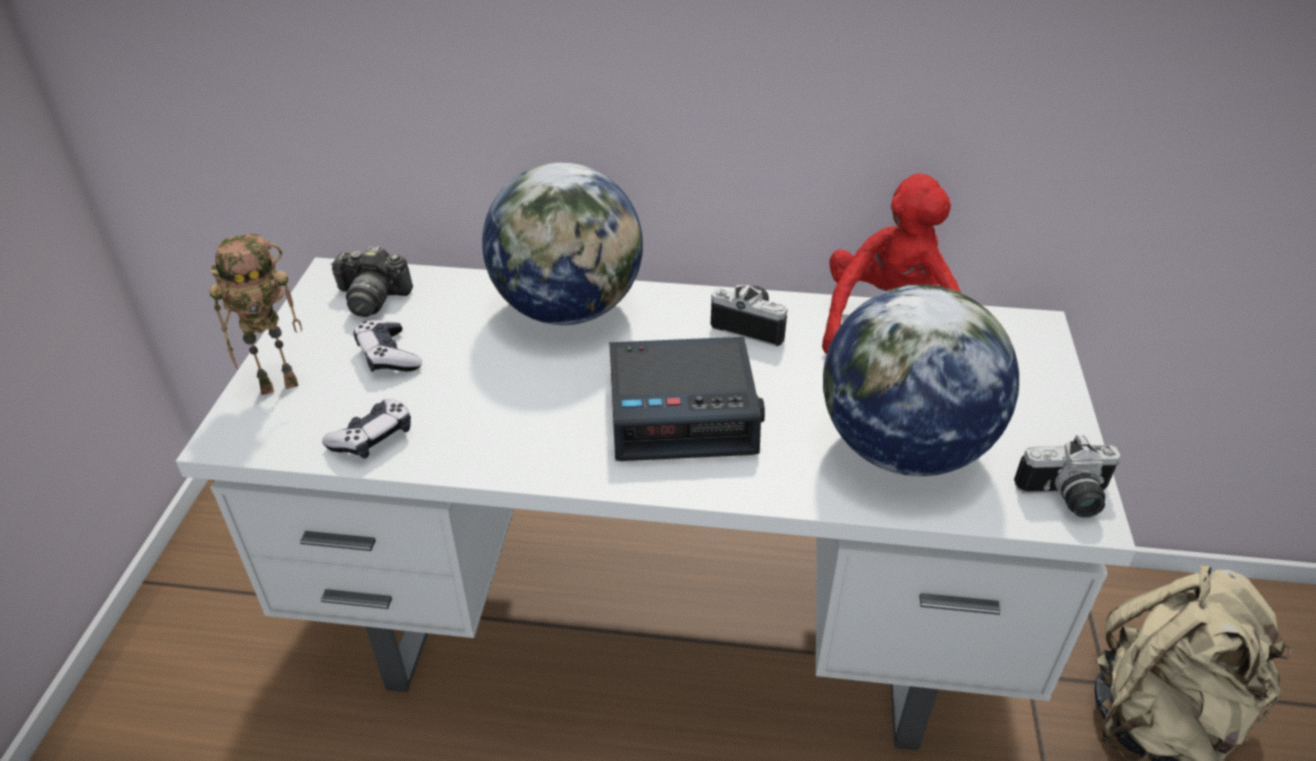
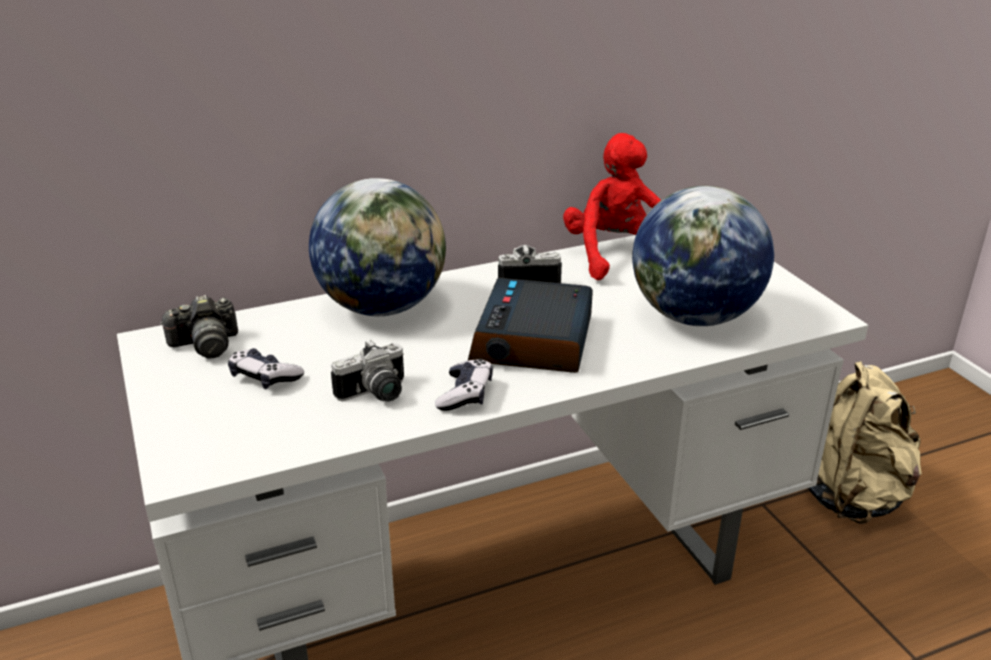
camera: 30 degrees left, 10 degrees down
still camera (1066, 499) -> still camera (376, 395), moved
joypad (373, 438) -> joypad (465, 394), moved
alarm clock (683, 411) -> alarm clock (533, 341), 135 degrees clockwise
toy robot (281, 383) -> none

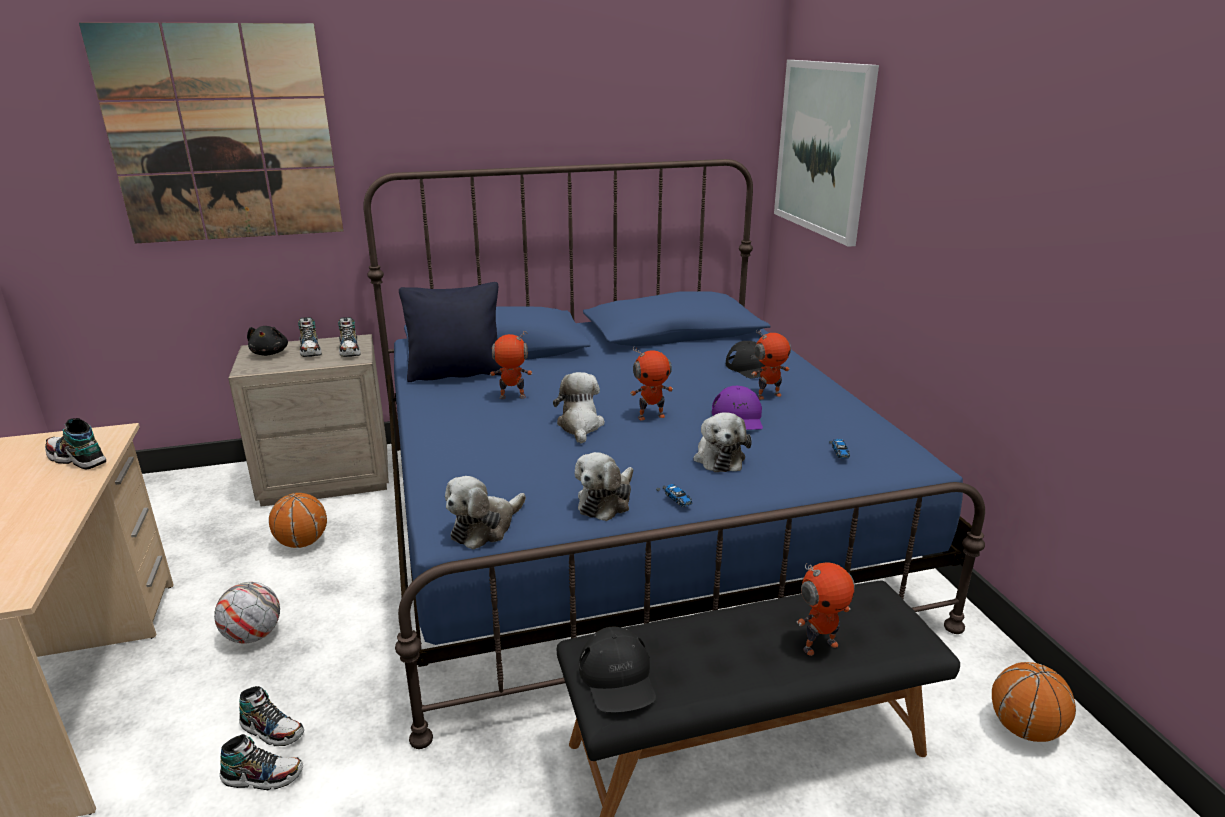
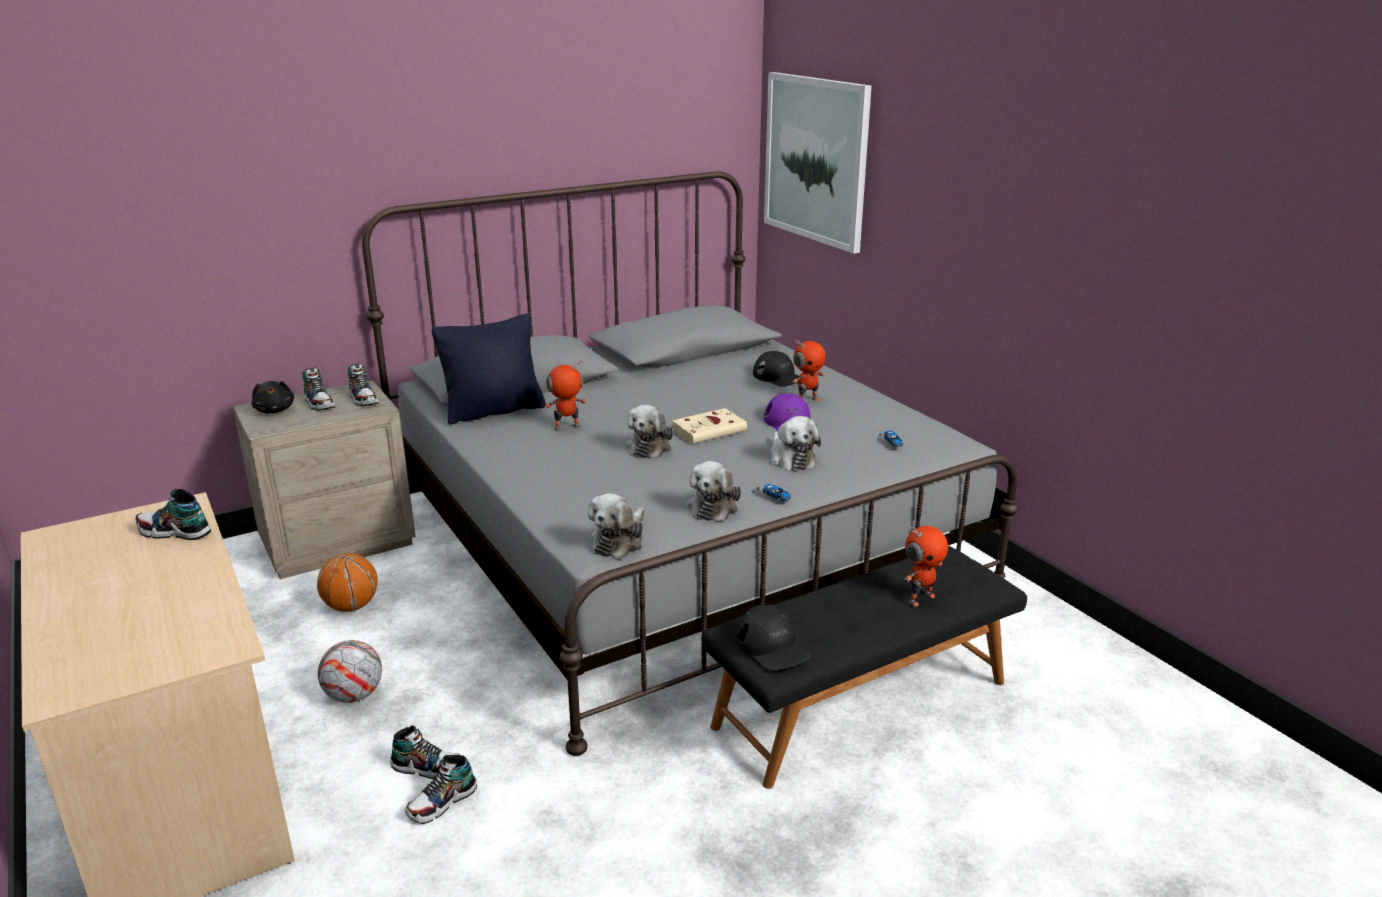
camera: 15 degrees left, 0 degrees up
blue bedroom bed (625, 523) -> gray bedroom bed (676, 542)
item of footwear (263, 776) -> item of footwear (442, 803), 150 degrees clockwise
cuddly toy (580, 426) -> cuddly toy (650, 446), 150 degrees counterclockwise
toy robot (651, 416) -> beige-coloured book (711, 430)
wall art (222, 135) -> none
basketball (1024, 729) -> none

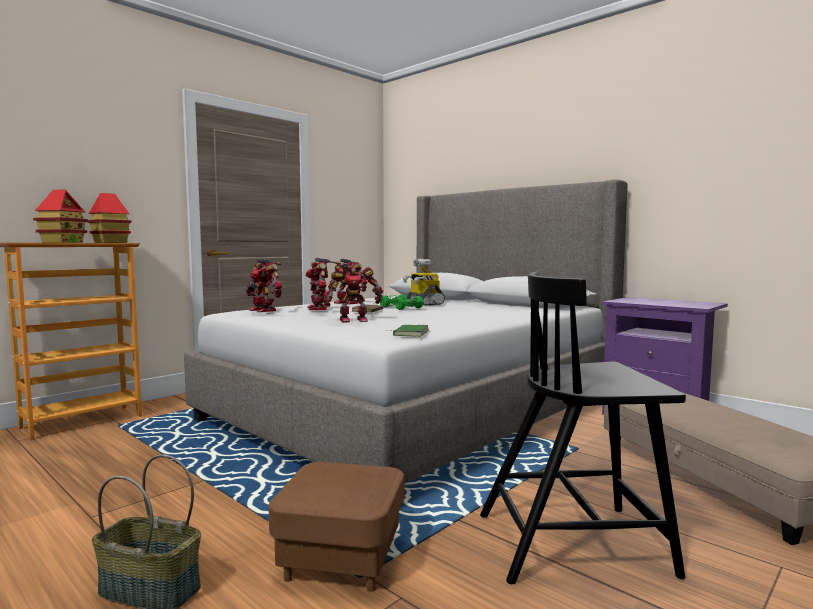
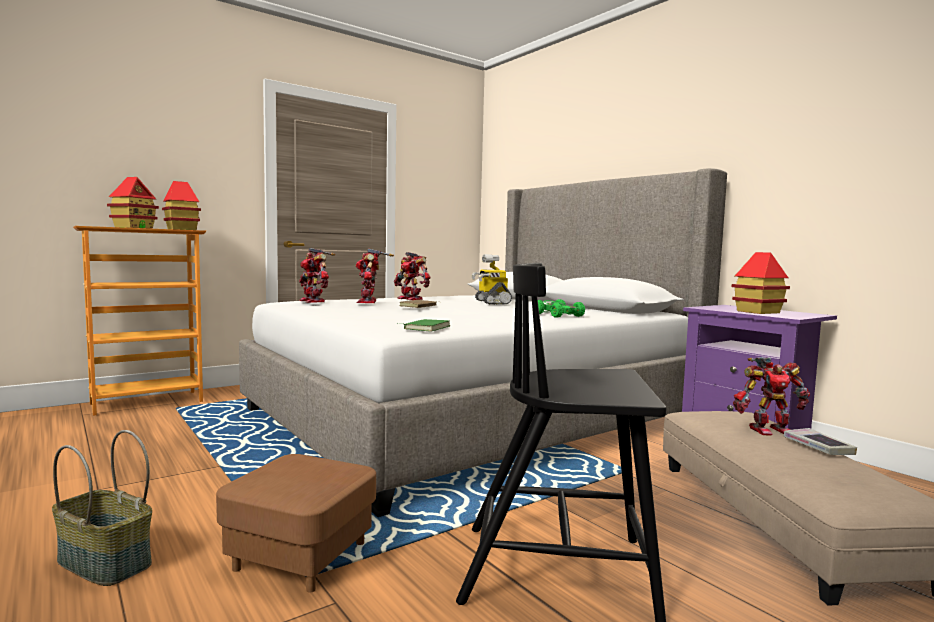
camera: 10 degrees right, 0 degrees up
green miniature car (400, 307) -> green miniature car (557, 315), moved
none -> model house (758, 312)
toy robot (353, 320) -> toy robot (768, 430), moved
none -> book (818, 447)

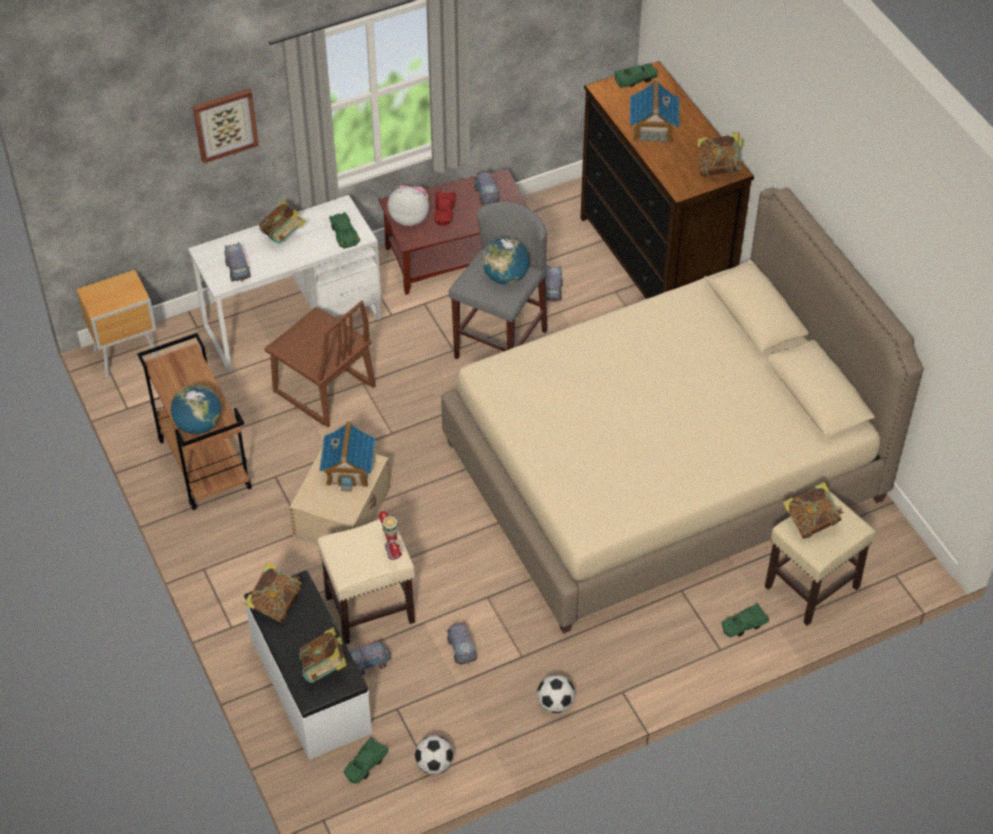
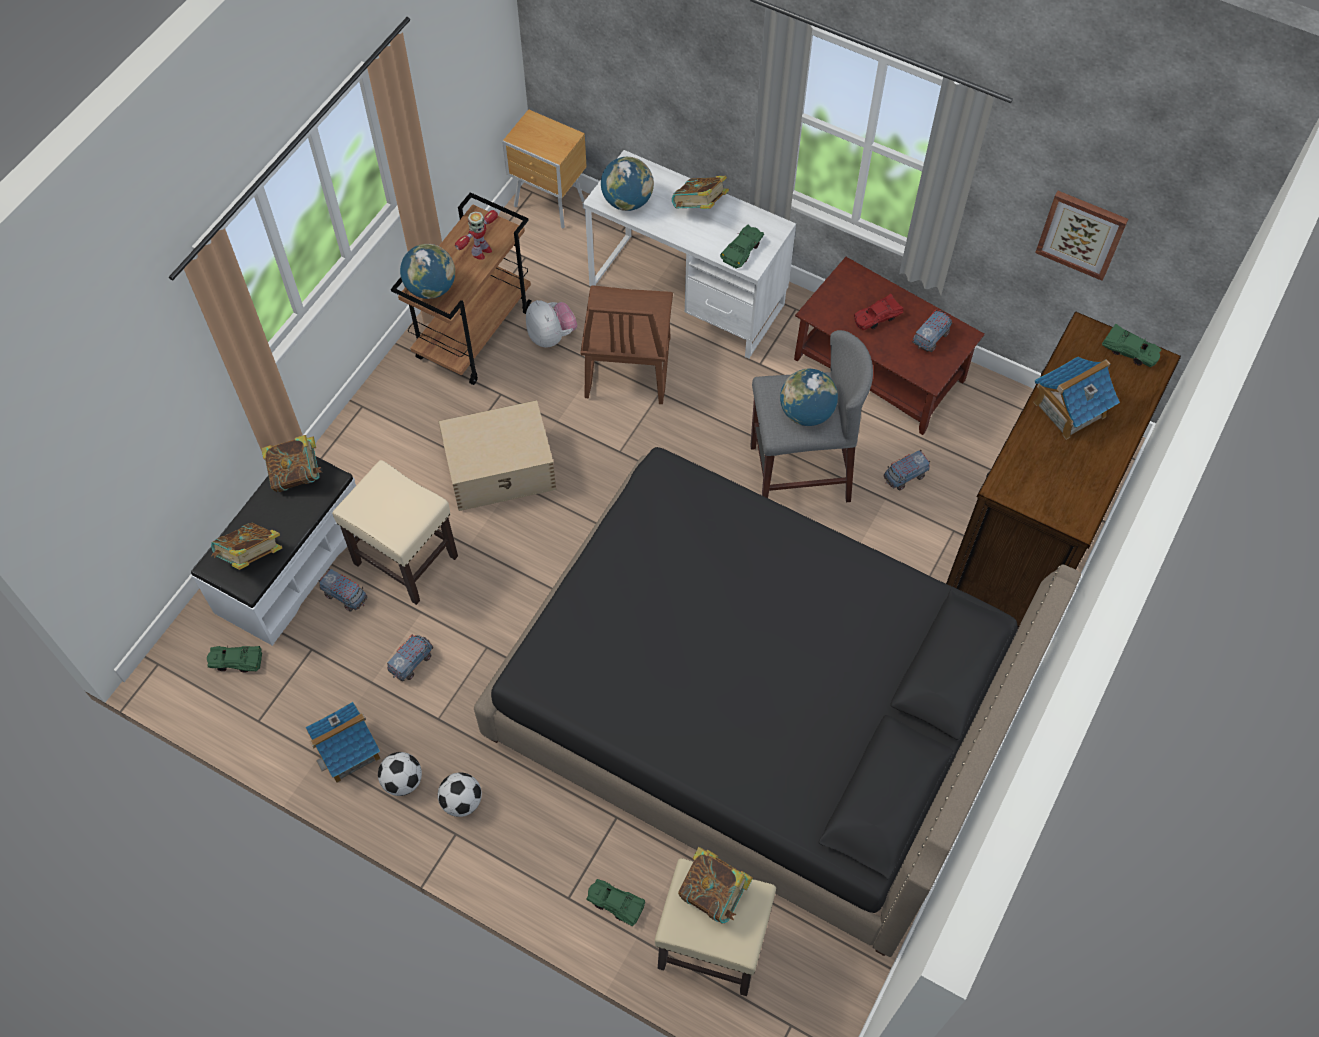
camera: 55 degrees right, 10 degrees up
model house (349, 469) -> model house (348, 750), moved
ball for football (434, 764) -> ball for football (462, 801), moved
toy robot (392, 552) -> toy robot (481, 251), moved
beige-coloured bedroom bed (663, 471) -> blackish bedroom bed (755, 712)
cuddly toy (410, 217) -> cuddly toy (551, 336), moved
toy truck (238, 271) -> globe (627, 201)
wall art (225, 124) -> wall art (1081, 233), moved
book (718, 168) -> none

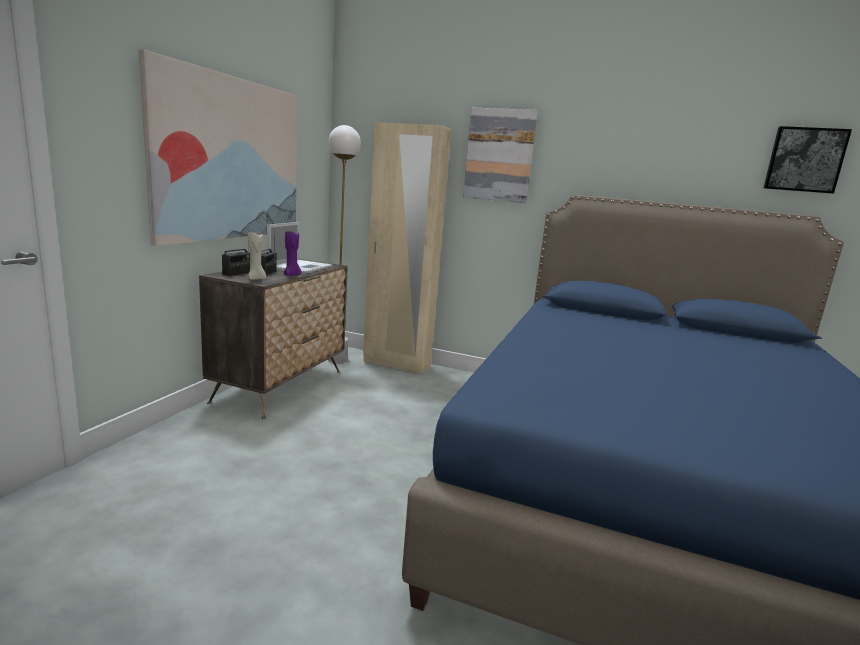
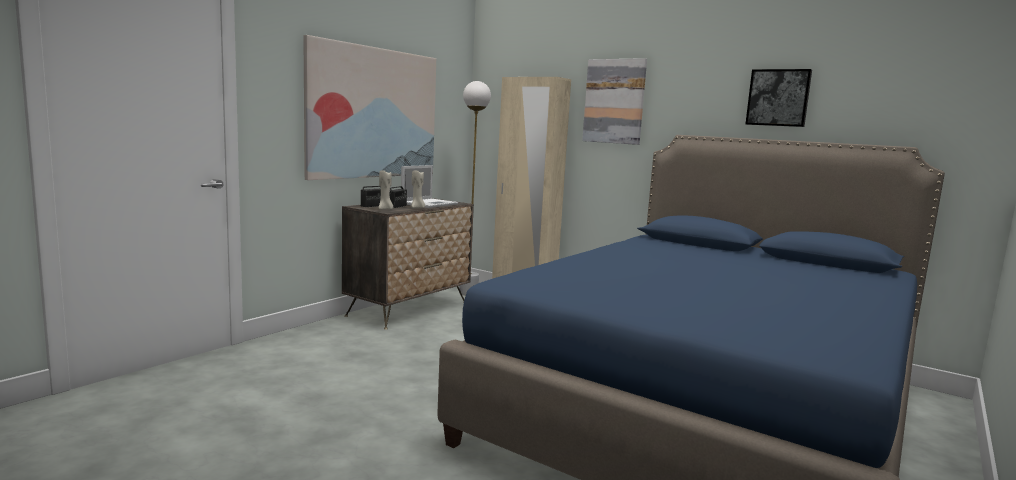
camera: 15 degrees right, 5 degrees down
purplish wax light (292, 275) -> beige-coloured wax light (417, 208)
wall art (804, 160) -> wall art (778, 98), moved

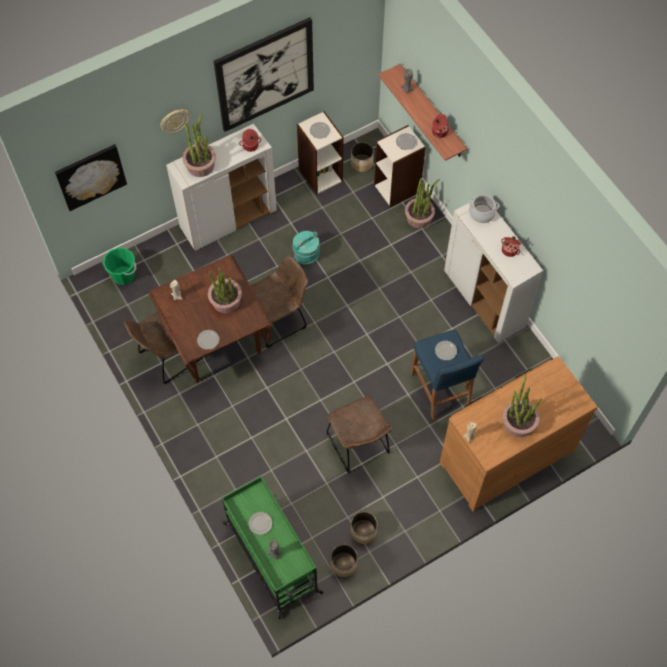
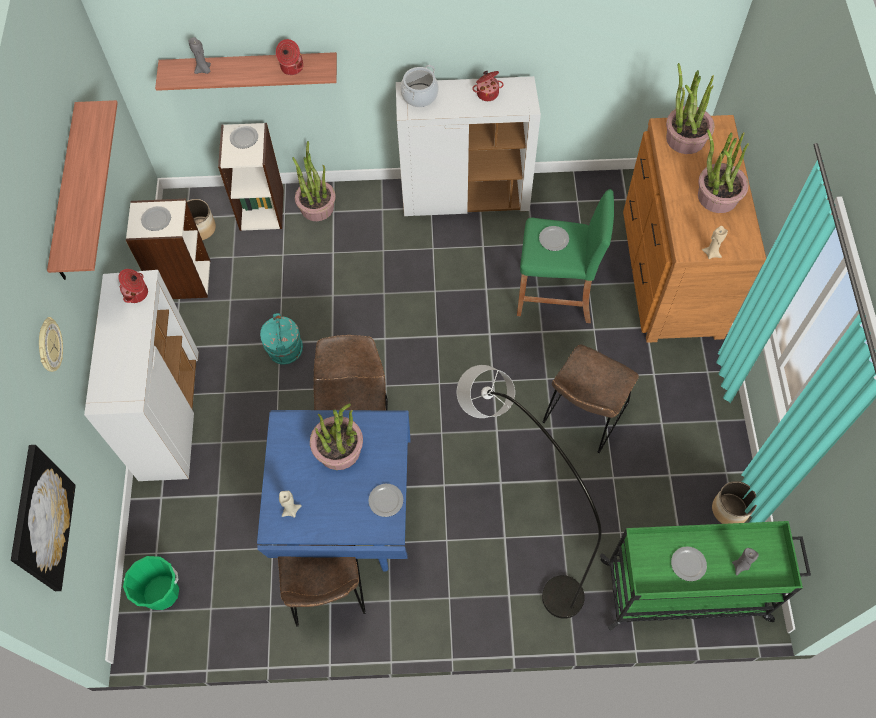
camera: 60 degrees left, 0 degrees up
wall art (265, 74) -> shelf (68, 194)
brown-coloured dinner table (217, 346) -> blue dinner table (348, 518)
none -> gray floor lamp (515, 534)
blue stool seat (440, 390) -> green stool seat (555, 296)
brown-coloured plain chair (359, 446) -> brown-coloured plain chair (583, 417), 120 degrees clockwise
houseplant (200, 165) -> houseplant (685, 138), moved
planter (363, 531) -> none

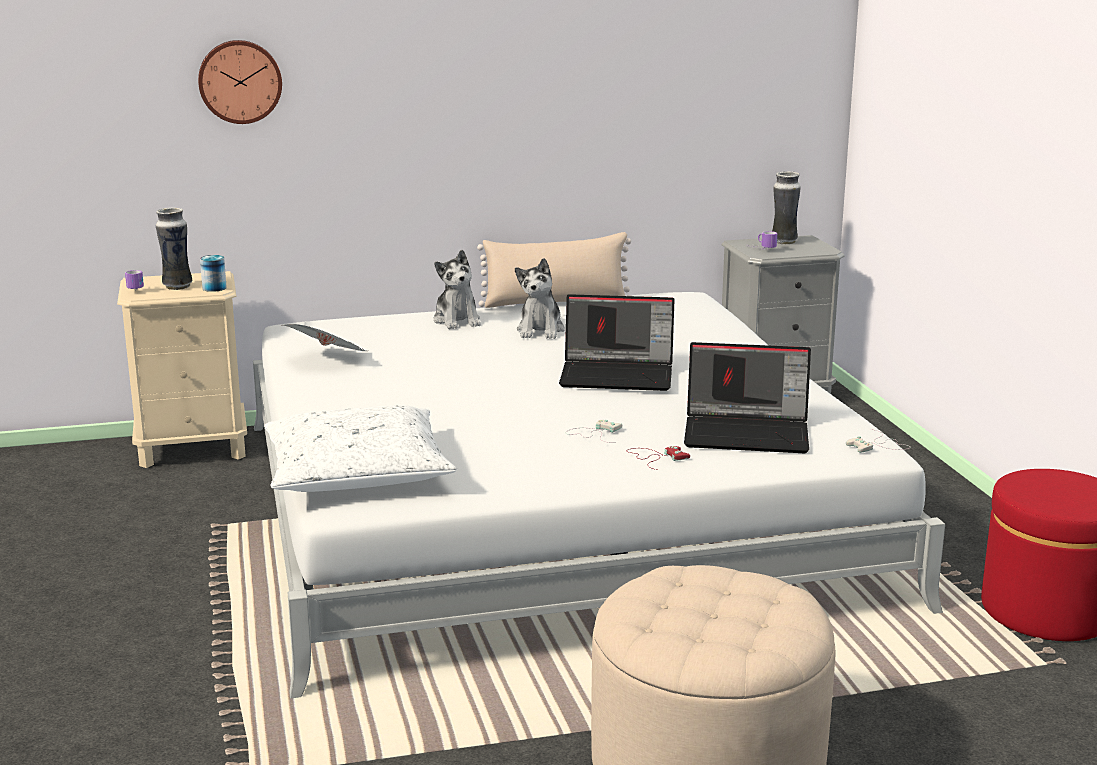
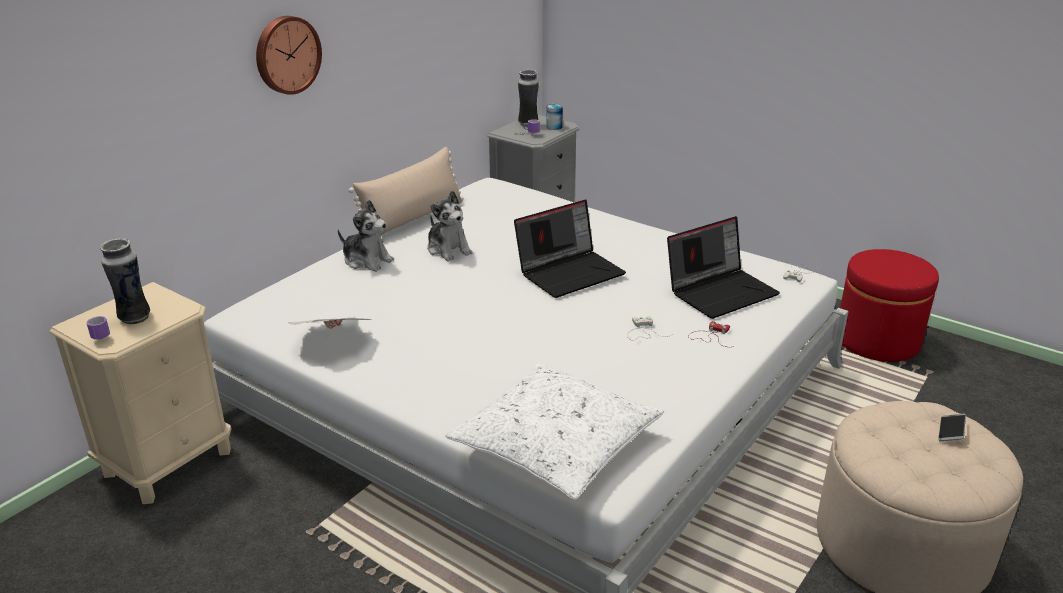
camera: 40 degrees left, 10 degrees up
wall clock (240, 81) -> wall clock (286, 54), moved
sealed can (214, 288) -> sealed can (554, 127), moved
none -> phone (950, 431)

